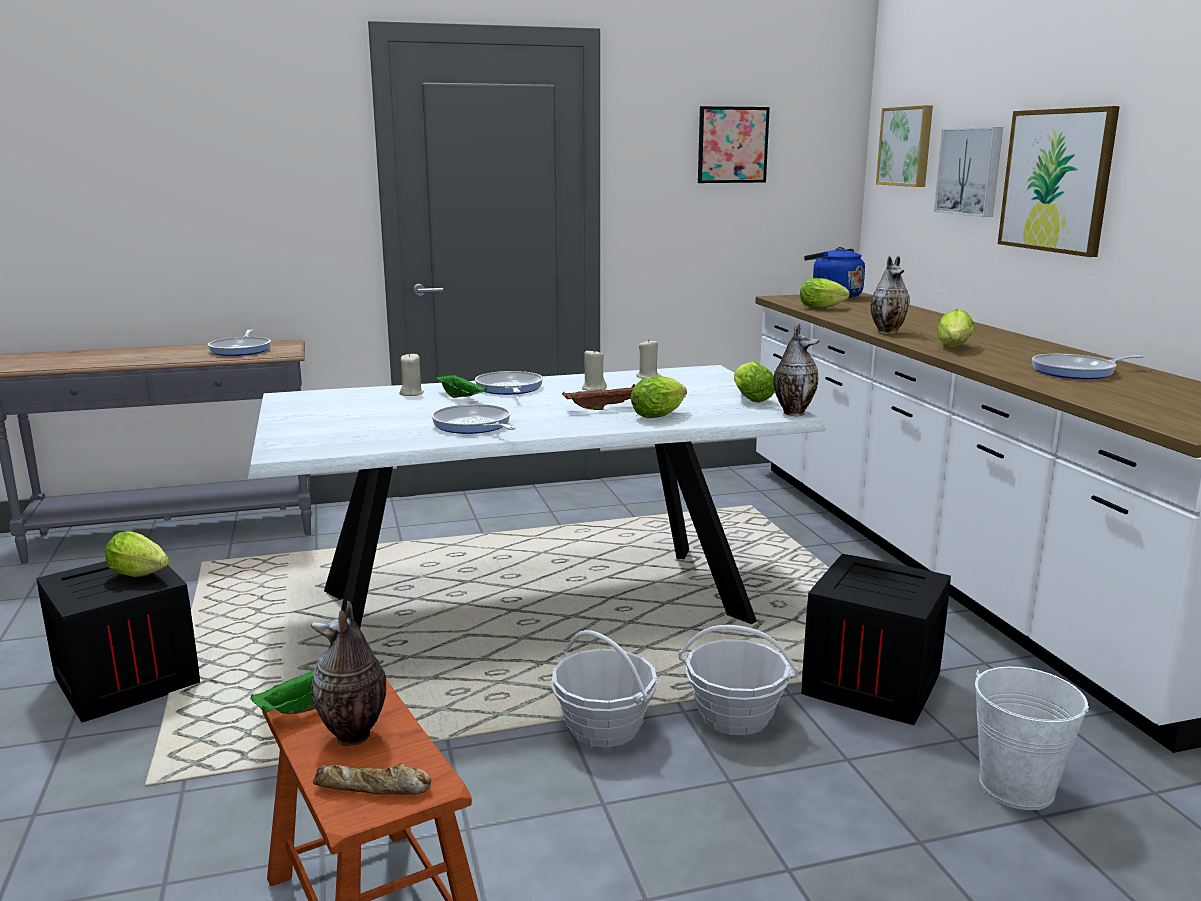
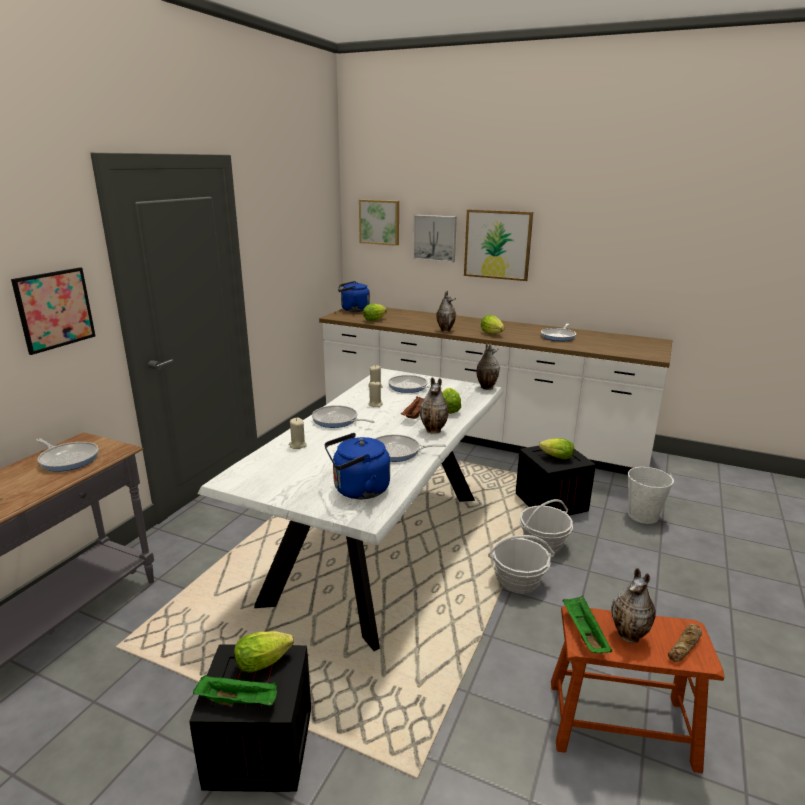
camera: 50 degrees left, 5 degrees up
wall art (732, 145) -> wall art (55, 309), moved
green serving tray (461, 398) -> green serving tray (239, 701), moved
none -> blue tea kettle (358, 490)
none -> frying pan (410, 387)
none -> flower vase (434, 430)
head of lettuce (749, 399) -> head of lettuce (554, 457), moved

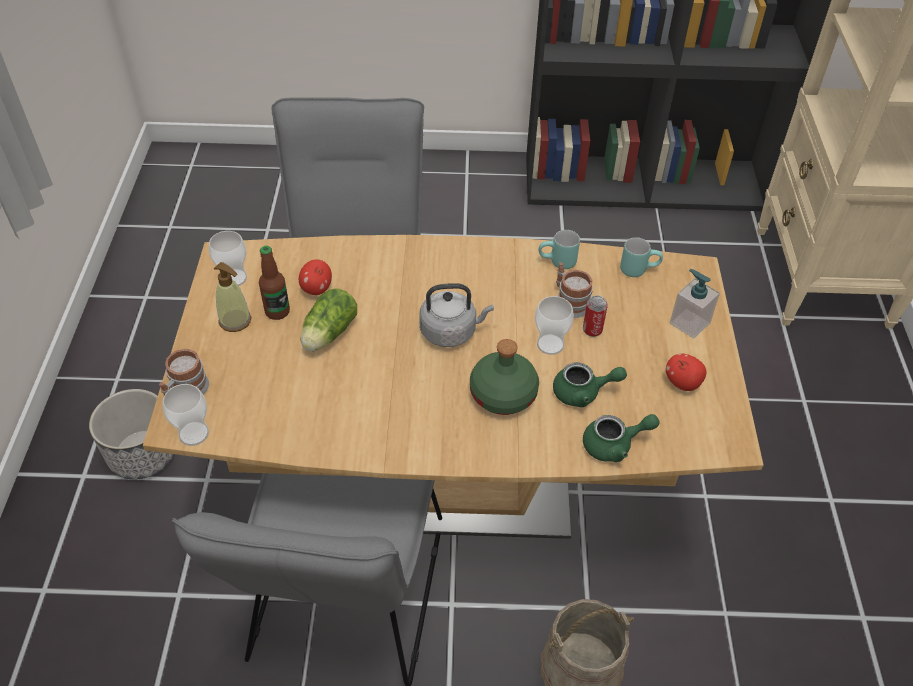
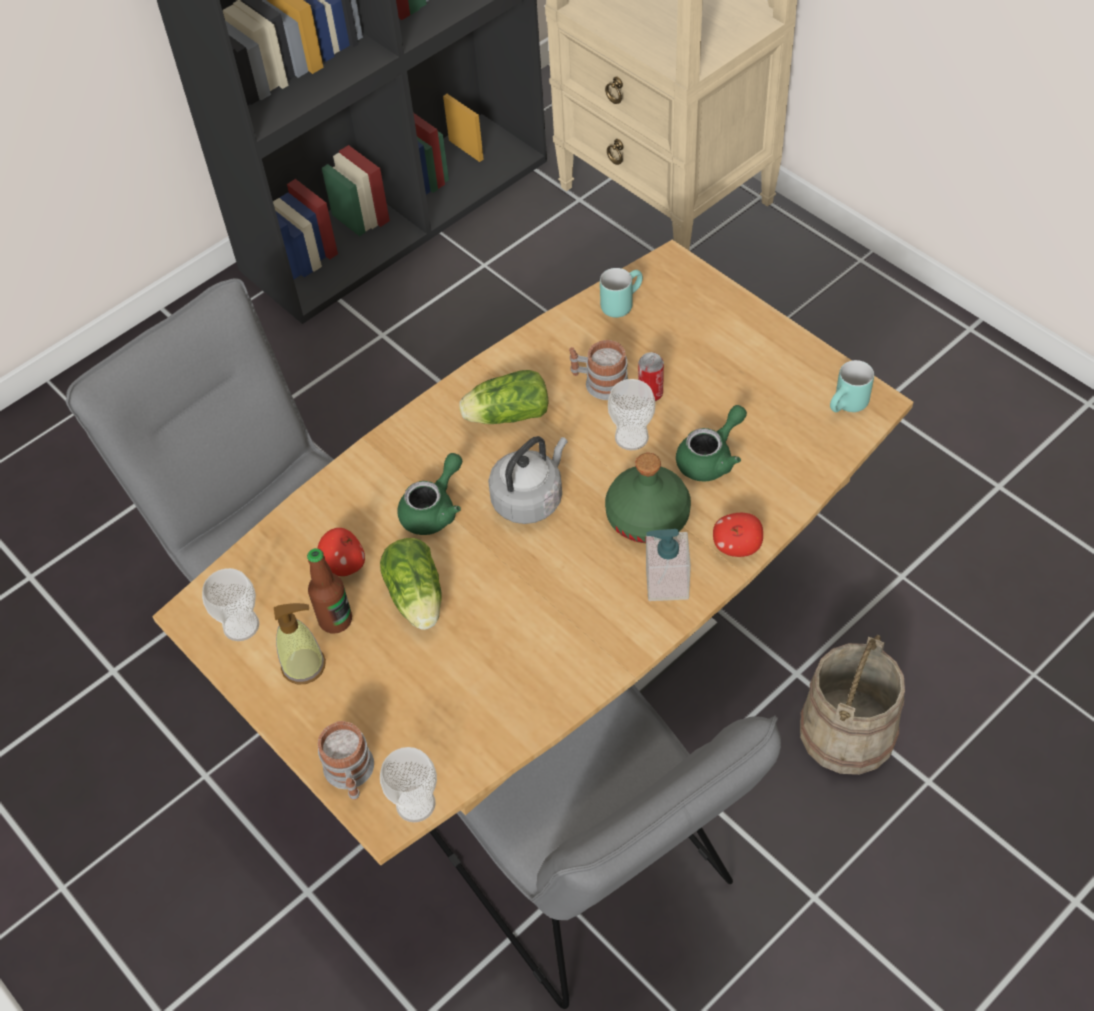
camera: 40 degrees left, 5 degrees up
green pot for tea (614, 445) -> green pot for tea (434, 509), moved
none -> head of lettuce (505, 415)
soap dispenser (689, 323) -> soap dispenser (666, 583), moved
apple (682, 383) -> apple (737, 547), moved
turquoise-coloured tea mug (557, 263) -> turquoise-coloured tea mug (848, 407), moved
planter (143, 454) -> none

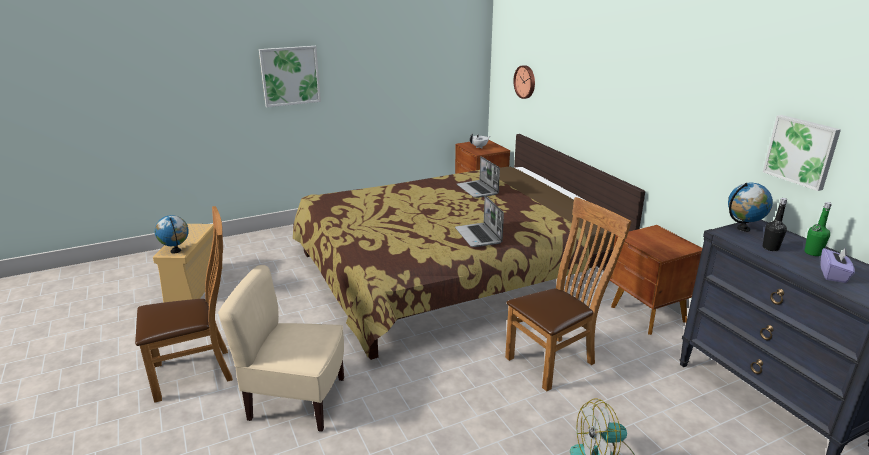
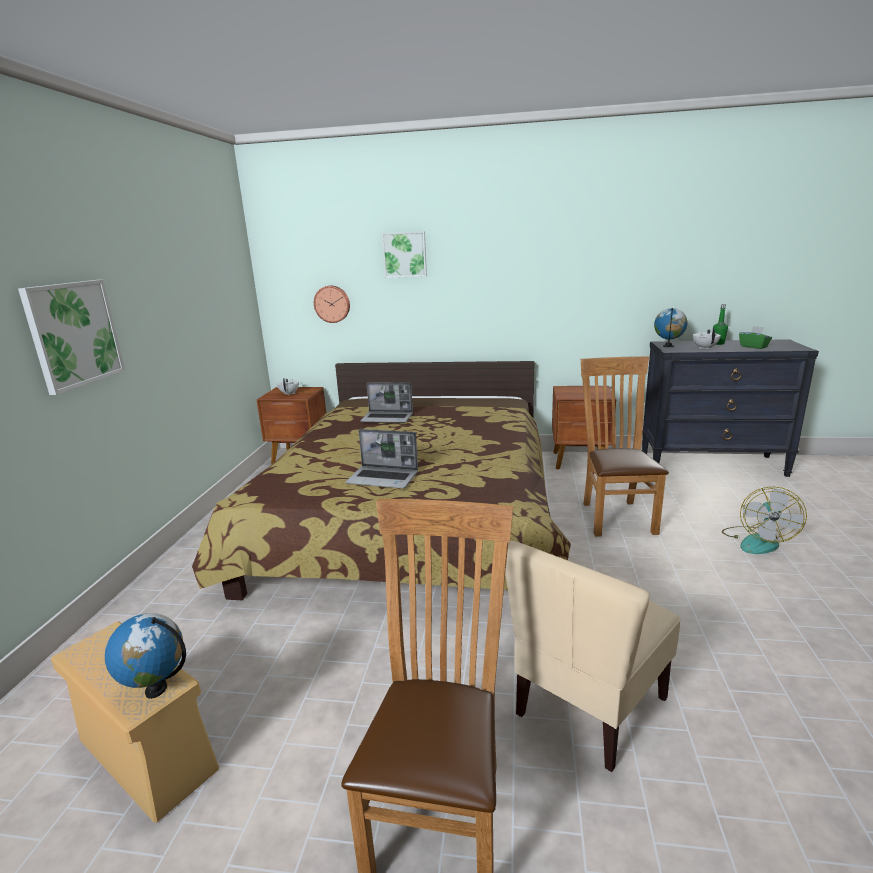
camera: 55 degrees left, 5 degrees down
notebook computer (479, 236) -> notebook computer (383, 478), moved
wall art (801, 151) -> wall art (405, 254), moved
blackish drink bottle (770, 248) -> white-coloured pot for tea (705, 348)
purplish tissue box (833, 275) -> green tissue box (753, 347)

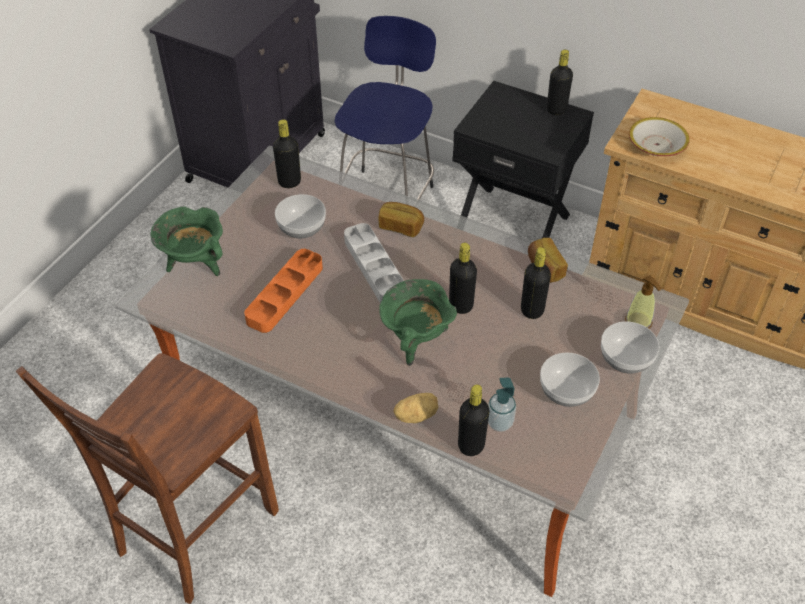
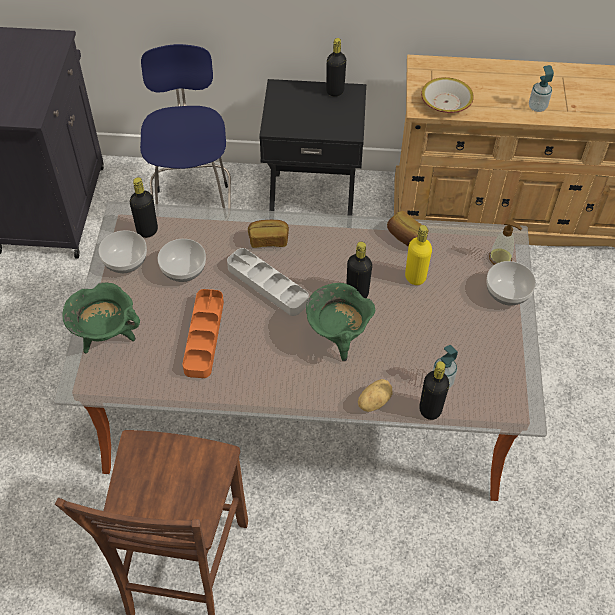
camera: 25 degrees left, 5 degrees up
deep dish (567, 391) -> deep dish (126, 261), moved
blackish drink bottle (532, 310) -> yellowish drink bottle (415, 277)
none -> soap dispenser (537, 107)

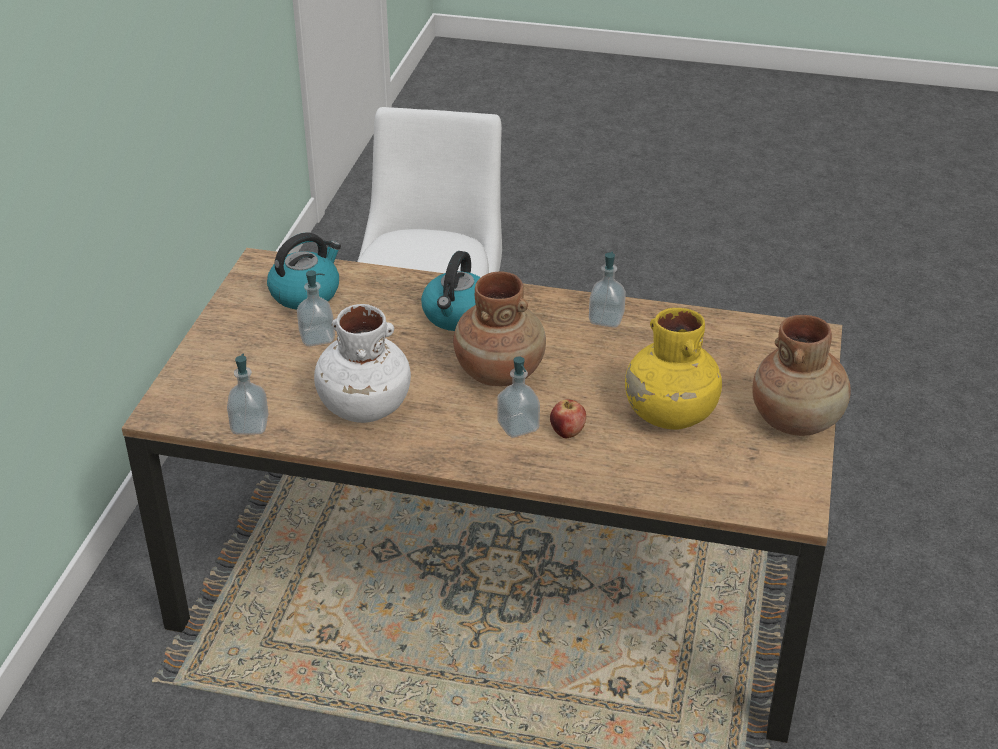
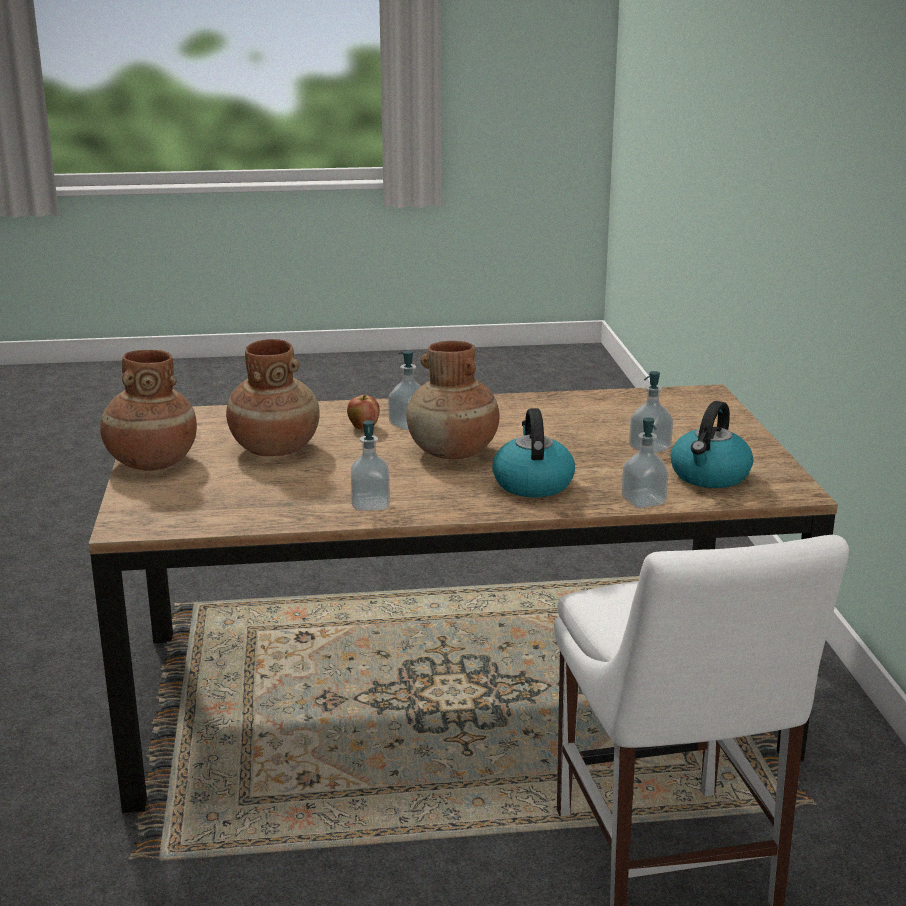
camera: 160 degrees right, 15 degrees down
yellowish flower vase (670, 415) -> brown-coloured flower vase (275, 449)
soap dispenser (250, 425) -> soap dispenser (643, 501), moved
white-coloured flower vase (364, 407) -> none

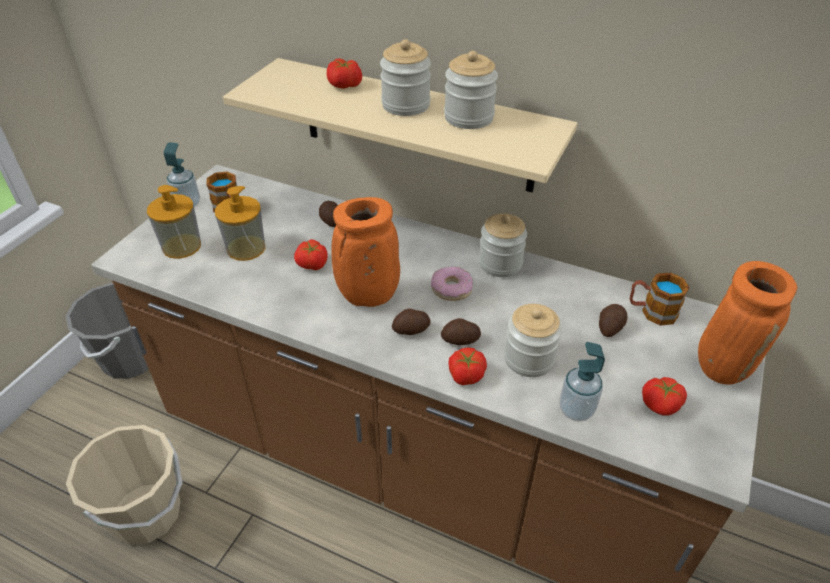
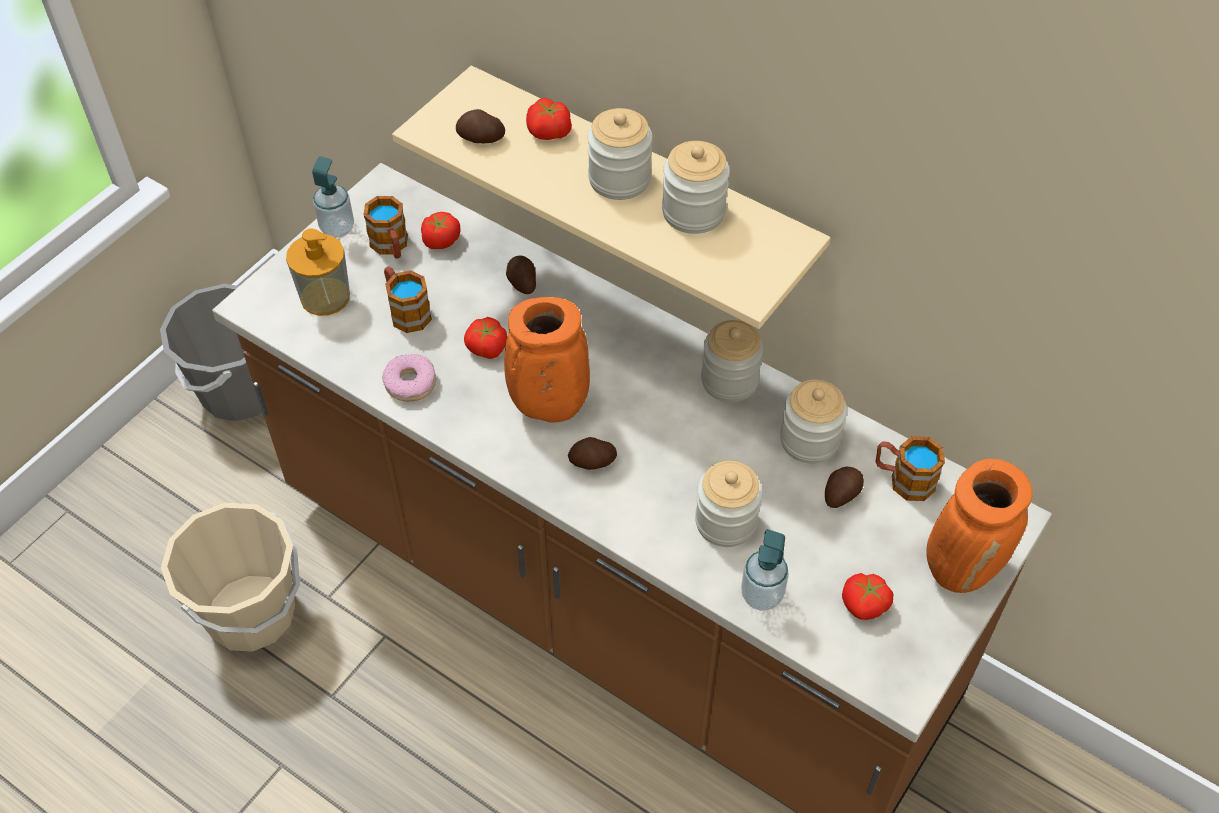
camera: 10 degrees right, 10 degrees up
doughnut (451, 288) -> doughnut (410, 383), moved
soap dispenser (246, 248) -> tea mug (406, 311)
whole tomato (465, 374) -> whole tomato (440, 240), moved
potato (460, 340) -> potato (480, 138), moved
none -> storage jar (809, 440)

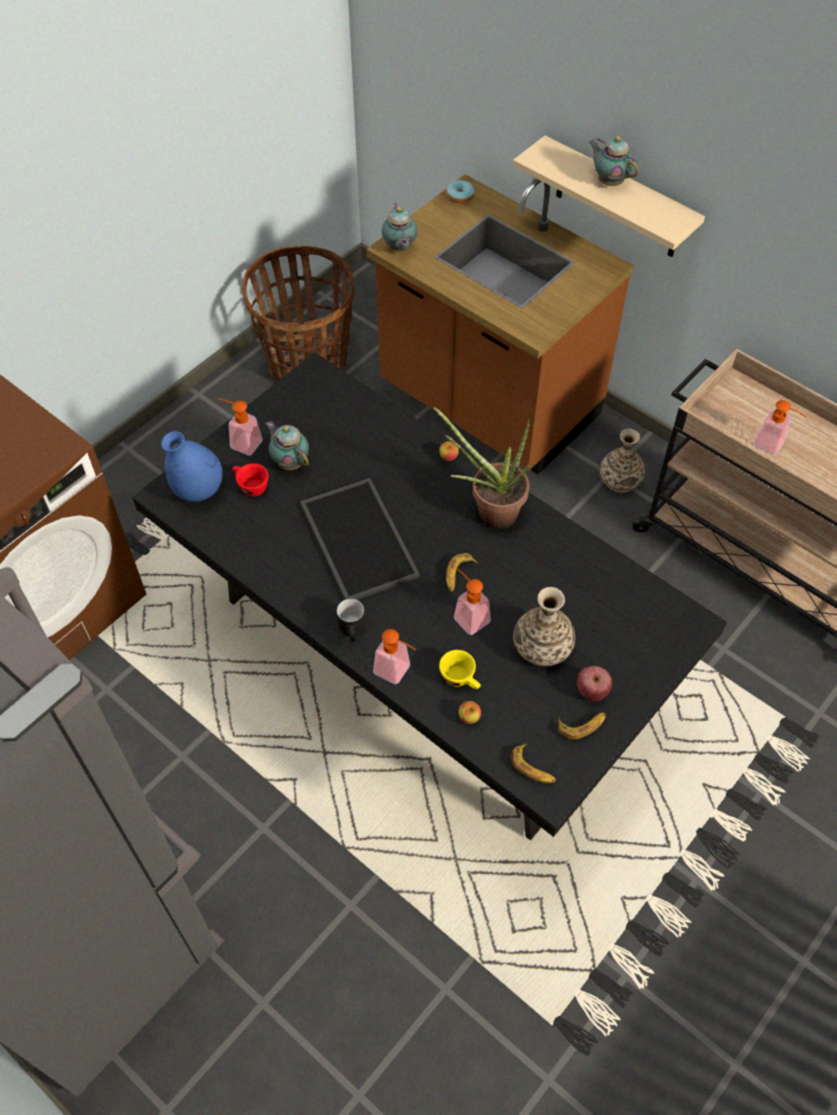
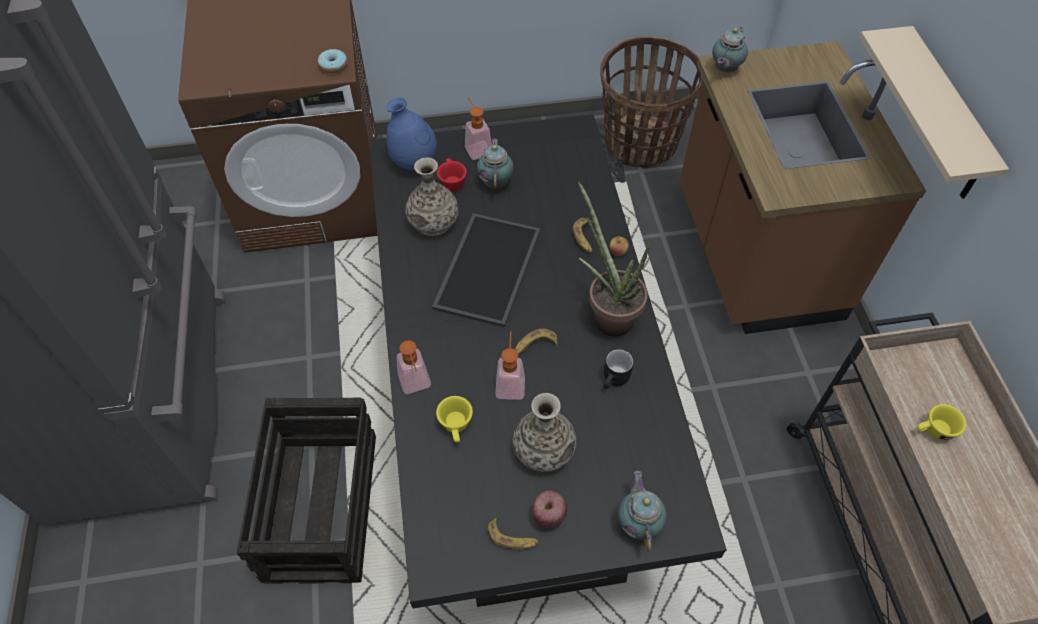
camera: 40 degrees right, 0 degrees up
none -> crate (321, 505)
doughnut (460, 196) -> doughnut (333, 66), moved
flower vase (620, 480) -> flower vase (433, 222), moved
banana fruit (533, 768) -> banana fruit (584, 238), moved
blackish tea mug (354, 630) -> blackish tea mug (616, 380), moved
pot for tea (609, 181) -> pot for tea (639, 523), moved
soap dispenser (773, 445) -> yellowish drinking cup (933, 431)
apple (469, 717) -> none

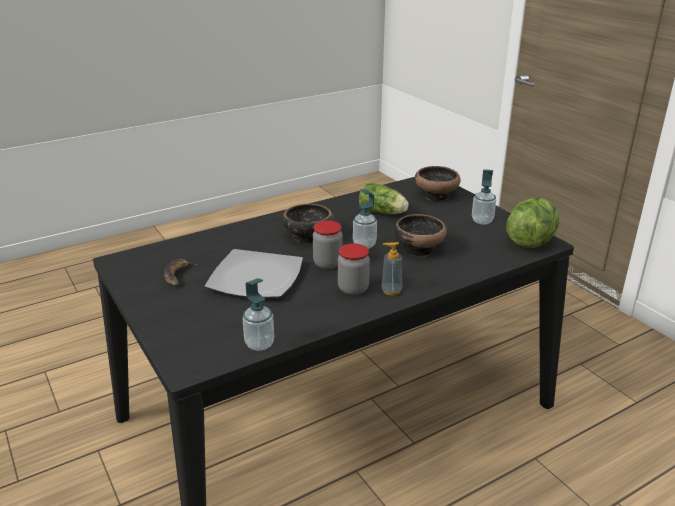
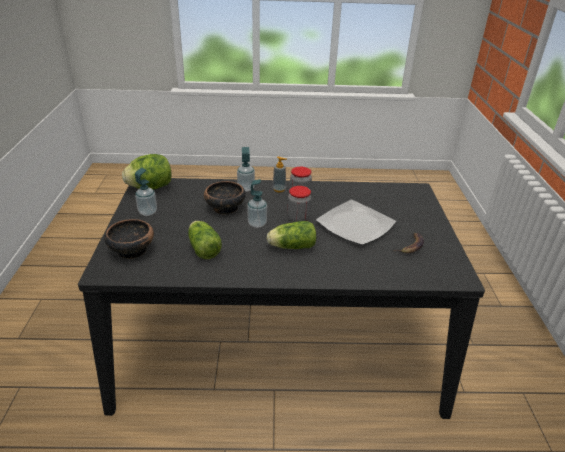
camera: 150 degrees left, 5 degrees up
soap dispenser (259, 344) -> soap dispenser (246, 188), moved
deep dish (307, 236) -> head of lettuce (290, 246)

